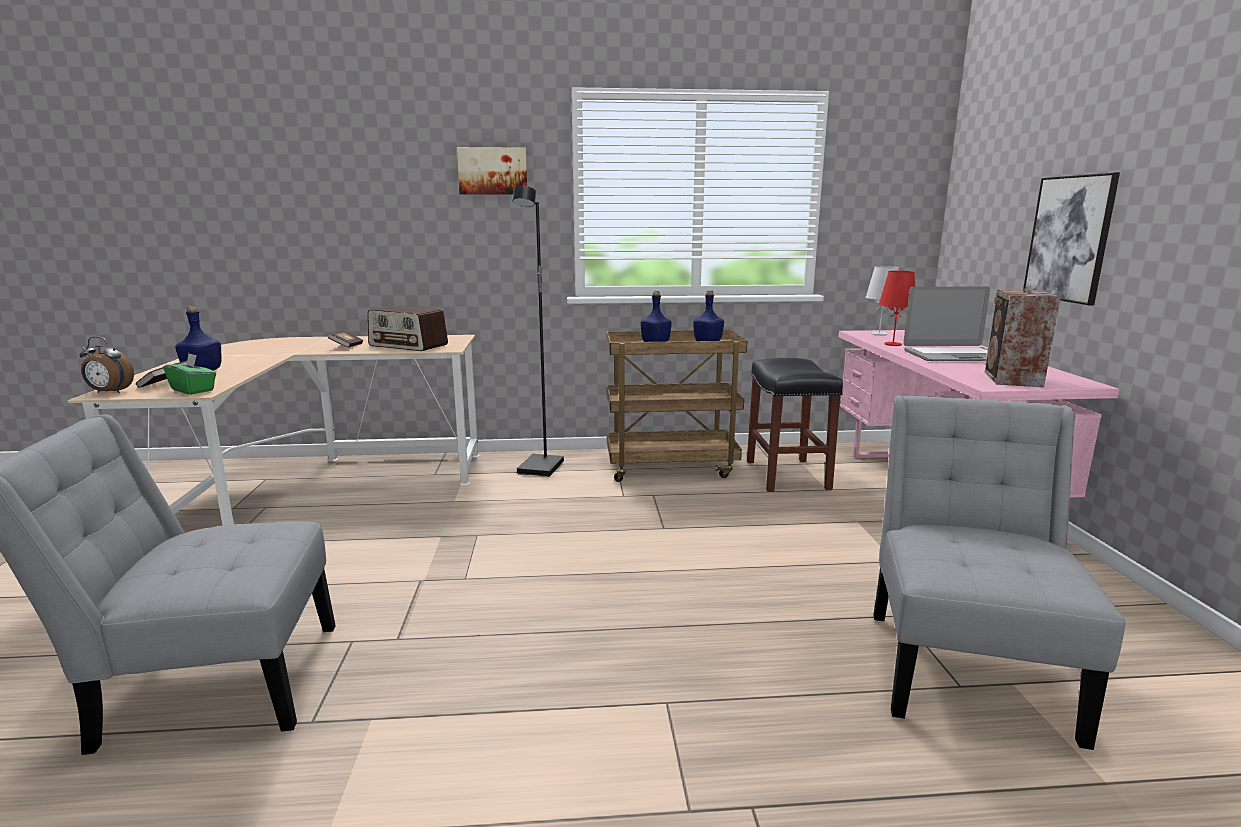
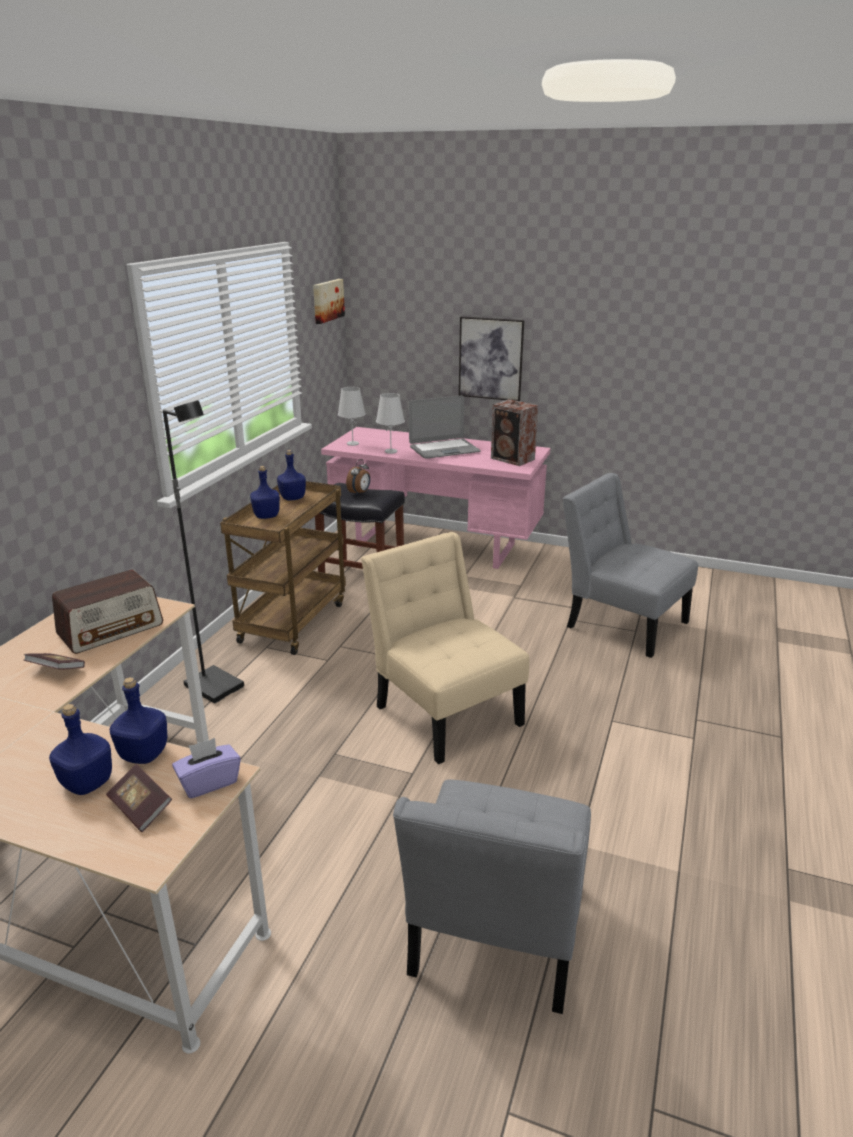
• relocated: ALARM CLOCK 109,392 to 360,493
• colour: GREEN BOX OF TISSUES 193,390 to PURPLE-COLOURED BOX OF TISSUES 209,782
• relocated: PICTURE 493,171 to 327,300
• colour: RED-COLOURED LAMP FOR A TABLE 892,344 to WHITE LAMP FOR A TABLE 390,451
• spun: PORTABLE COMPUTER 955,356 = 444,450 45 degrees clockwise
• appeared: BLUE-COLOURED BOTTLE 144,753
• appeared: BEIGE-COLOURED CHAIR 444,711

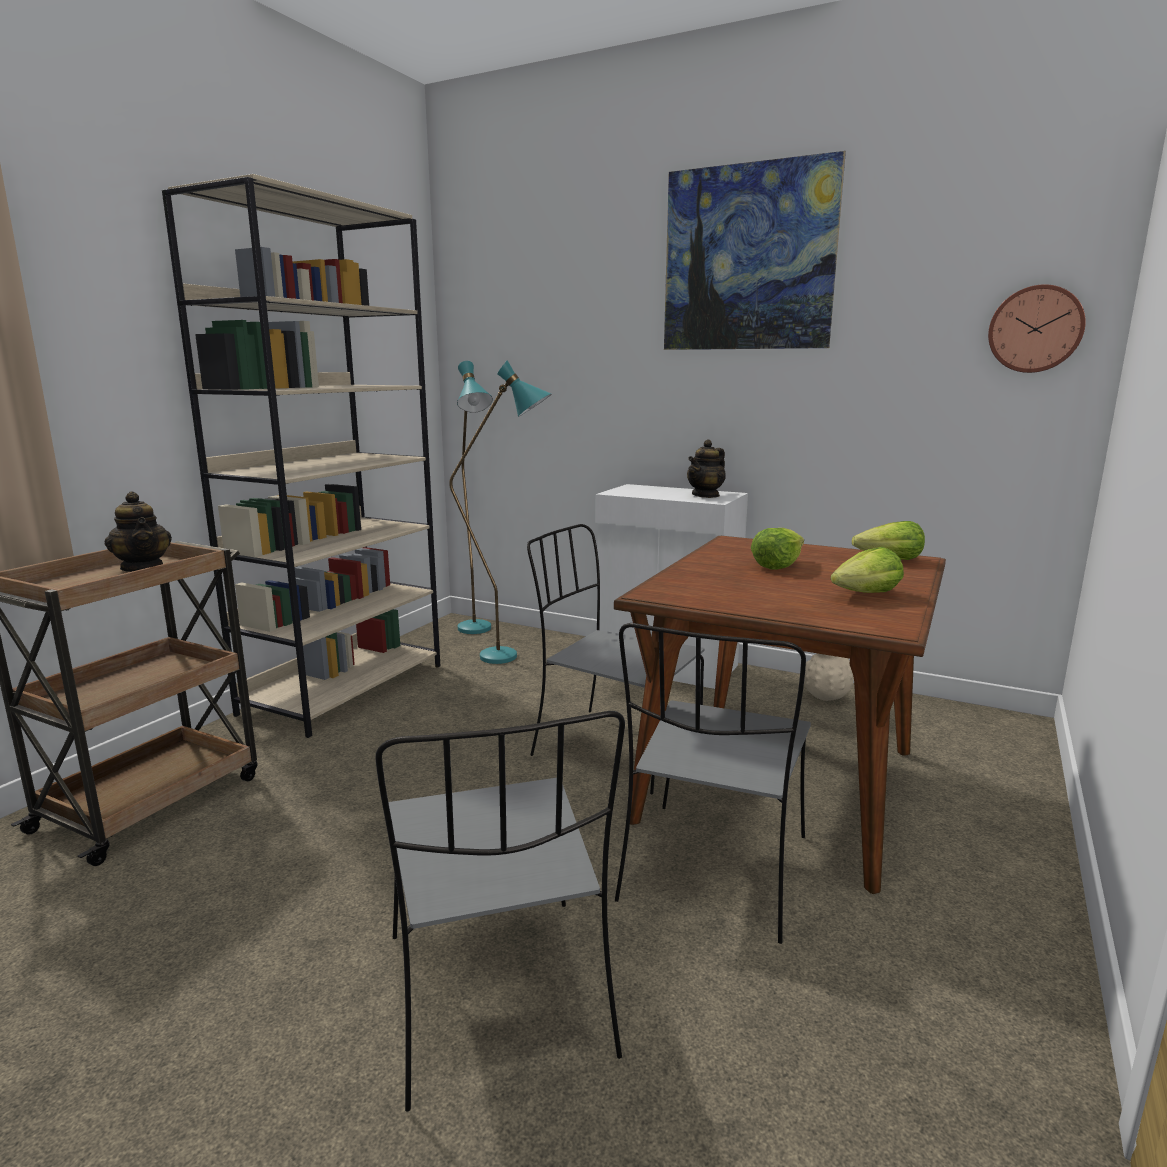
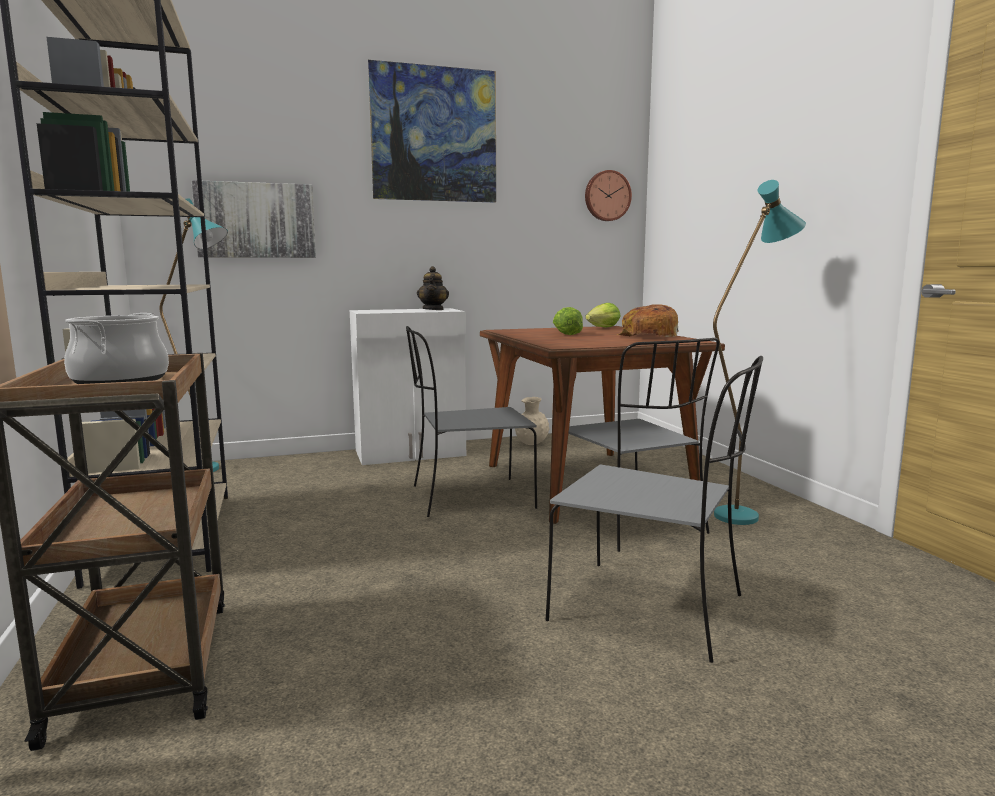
• exchanged: TEA POT 144,568 to SAUCEPOT 119,380
• relocated: TURQUOISE STANDING LAMP 512,657 to 744,513
• exchanged: LETTUCE HEAD 866,595 to BAKERY BREAD 645,336
• appeared: PICTURE 256,220

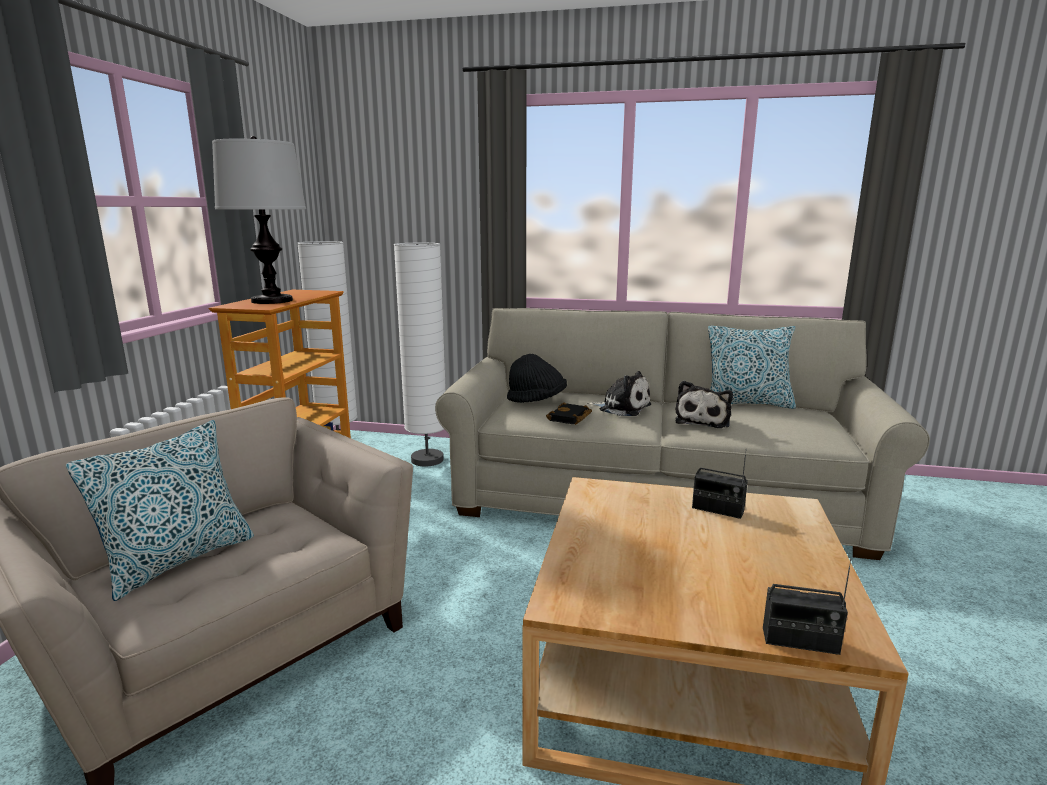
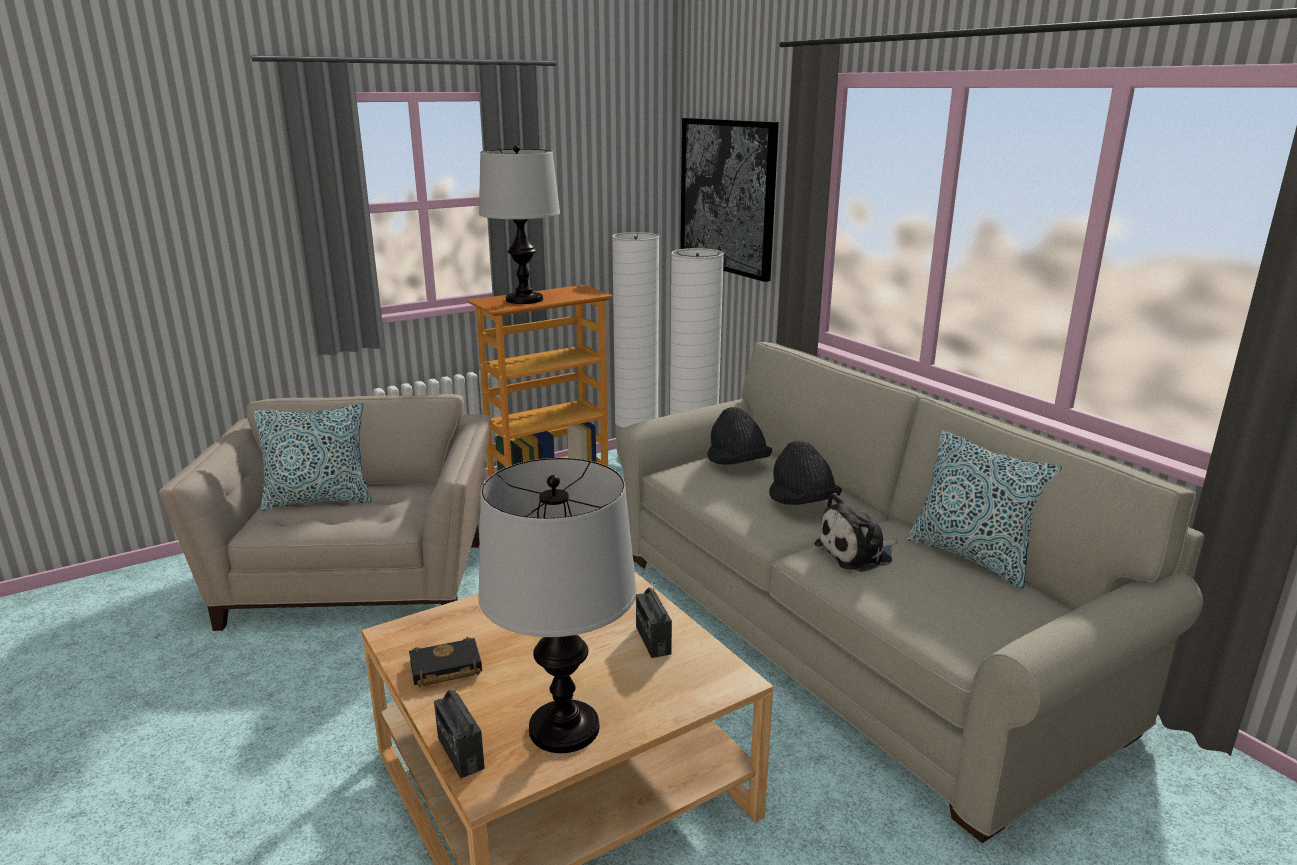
• relocated: BLACKISH VOLUME 570,418 to 444,669
• exchanged: SOFT TOY 622,408 to BLACKISH CLOTHING HAT 802,503
• appeared: LAMP FOR A TABLE 563,728
• appeared: PICTURE 727,196

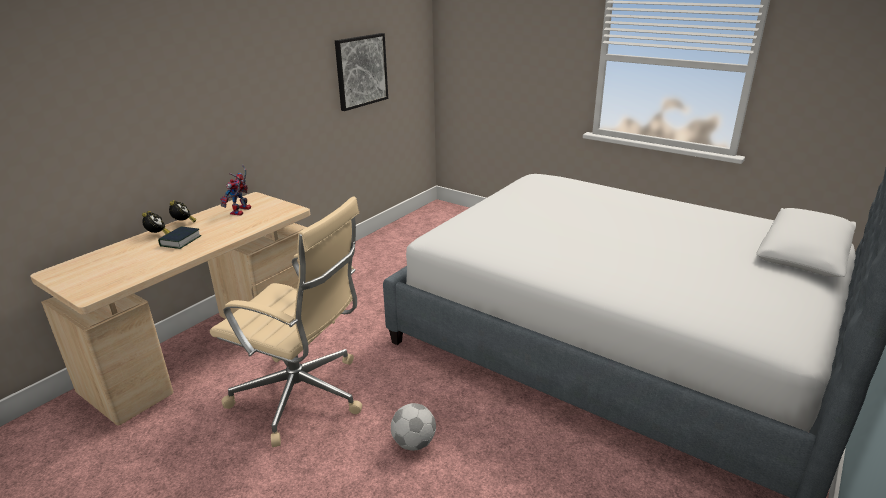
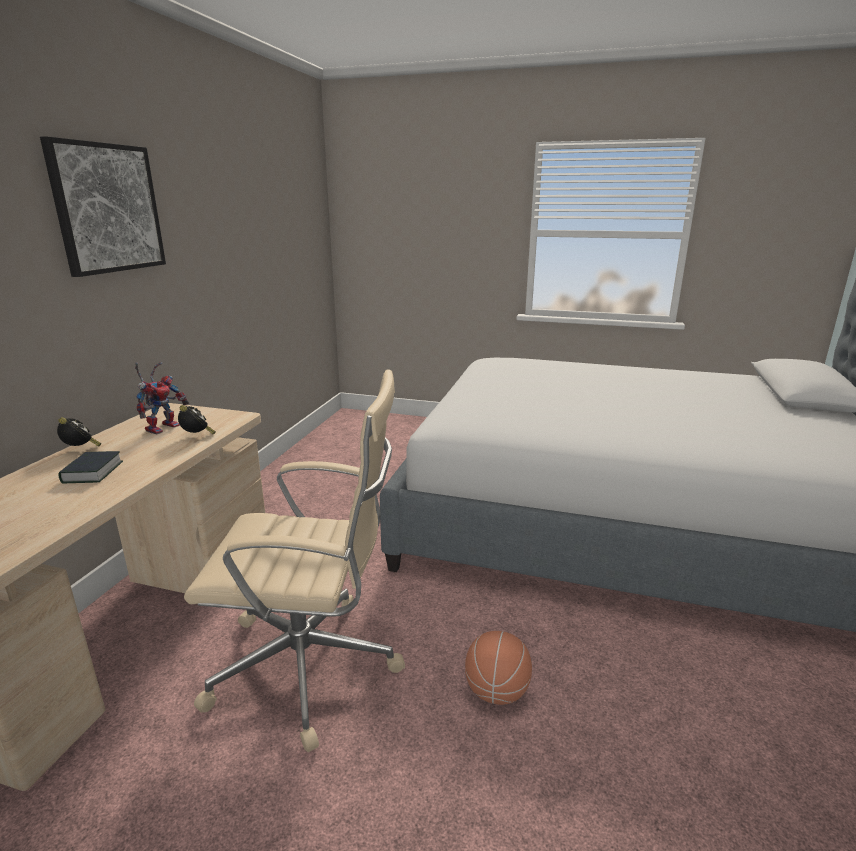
• relocated: ALARM CLOCK 158,235 to 197,436
• spun: ROBOT FIGURE 241,212 = 163,427 150 degrees counterclockwise
• relocated: PICTURE 361,71 to 107,208
• exchanged: FOOTBALL BALL 414,443 to BASKETBALL 496,691

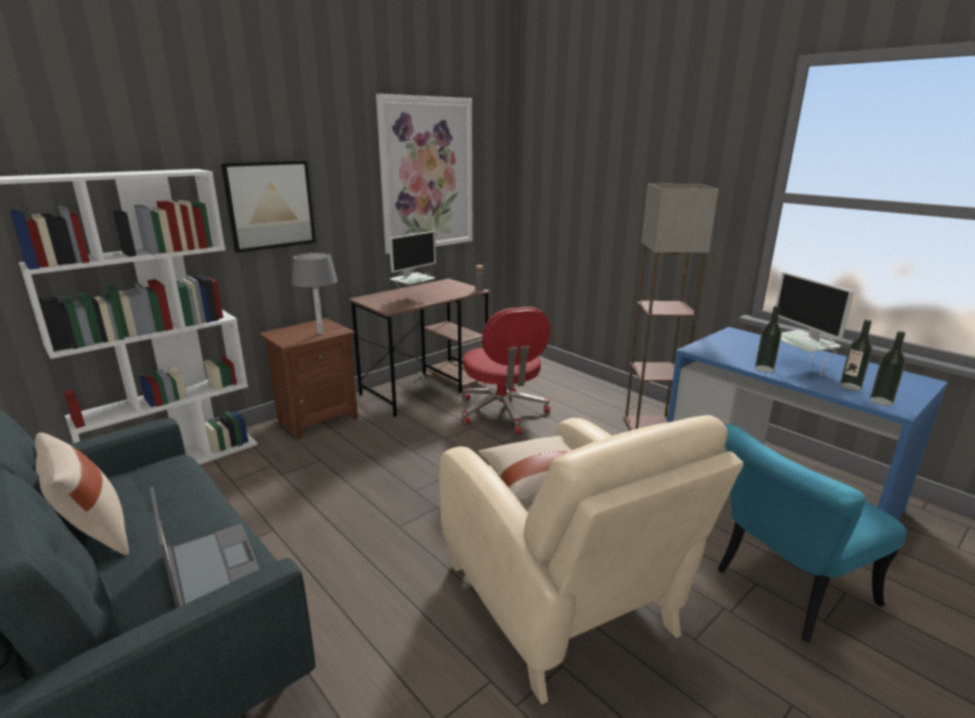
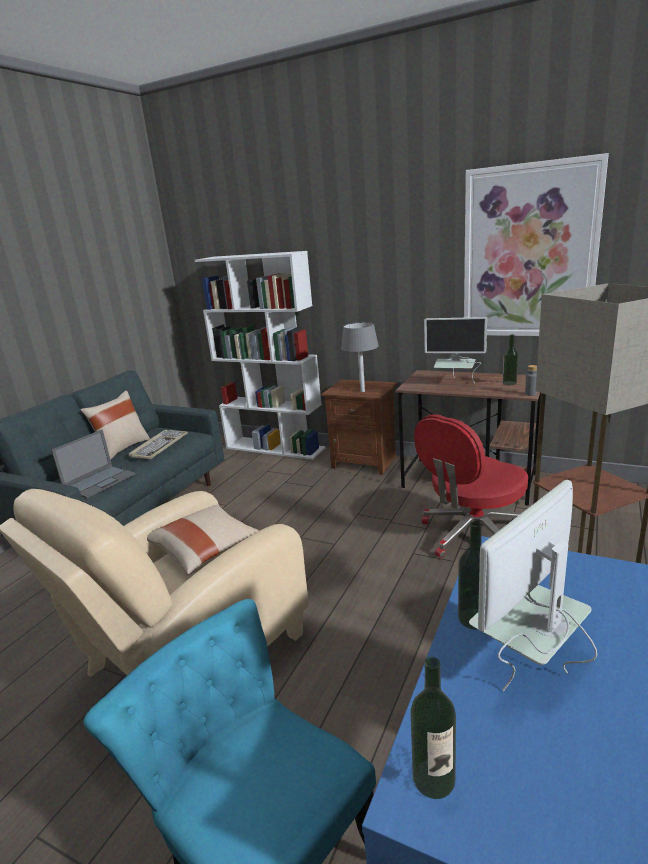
• missing: PICTURE 270,205
• relocated: BOTTLE 850,386 to 509,383
• appeared: PC KEYBOARD 159,446

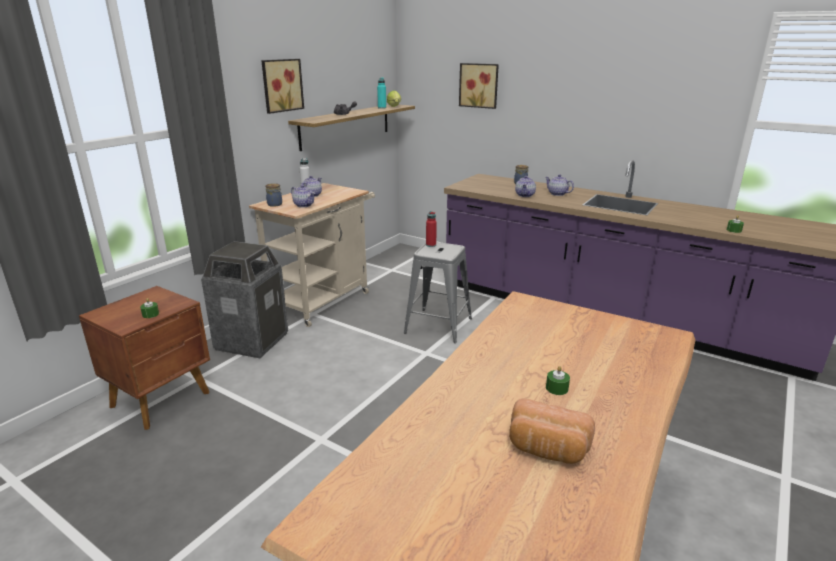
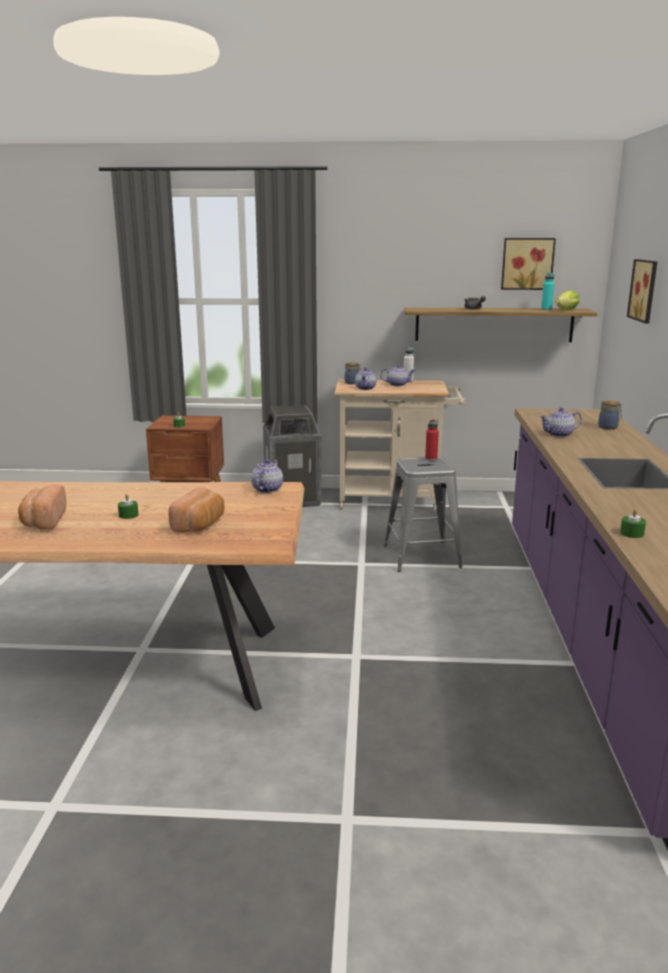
• relocated: PICTURE 281,85 to 527,264
• relocated: TEA POT 557,194 to 267,489
• appeared: BAKERY BREAD 200,525

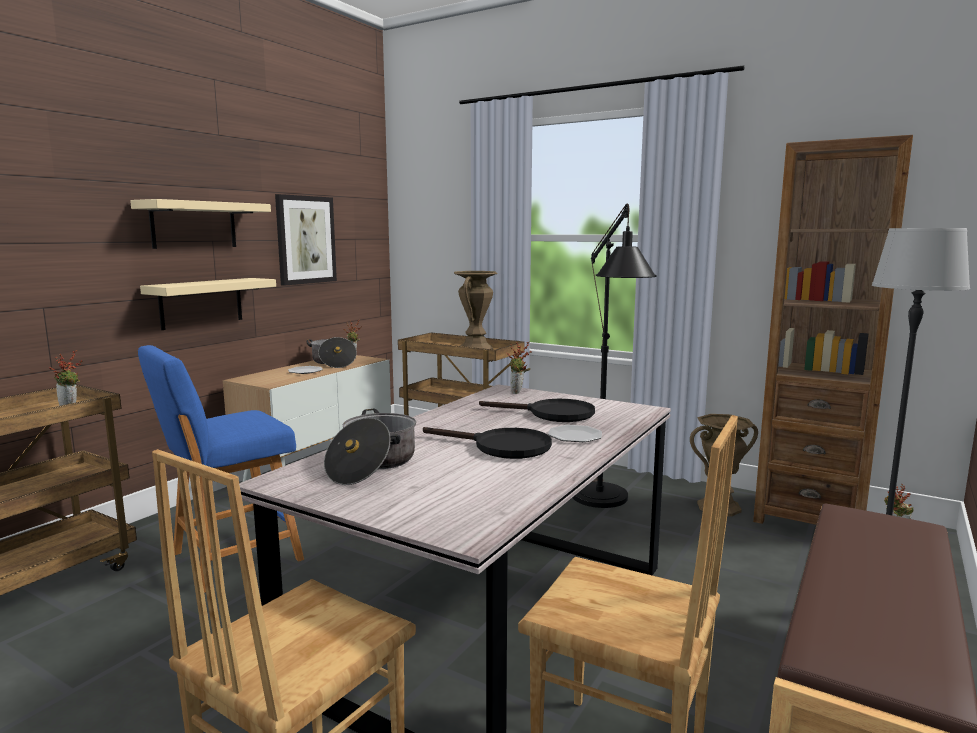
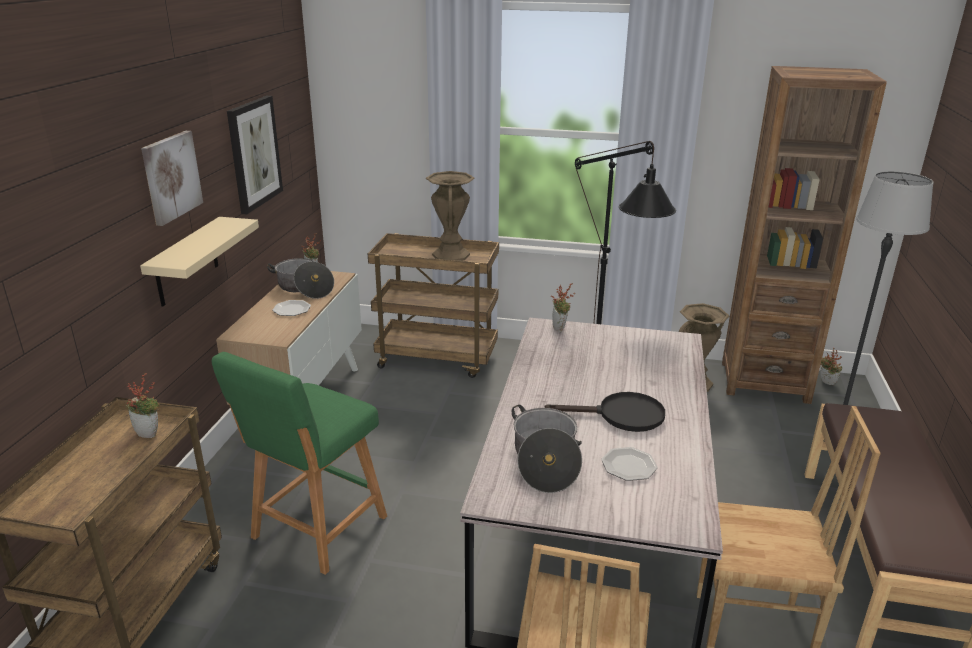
• exchanged: BEIGE-COLOURED SHELF 194,225 to PICTURE 171,177
• colour: BLUE-COLOURED STOOL 230,558 to GREEN STOOL 315,531
• missing: BLACKISH FRYING PAN 552,414
• relocated: FLAT DISH 575,436 to 629,466

